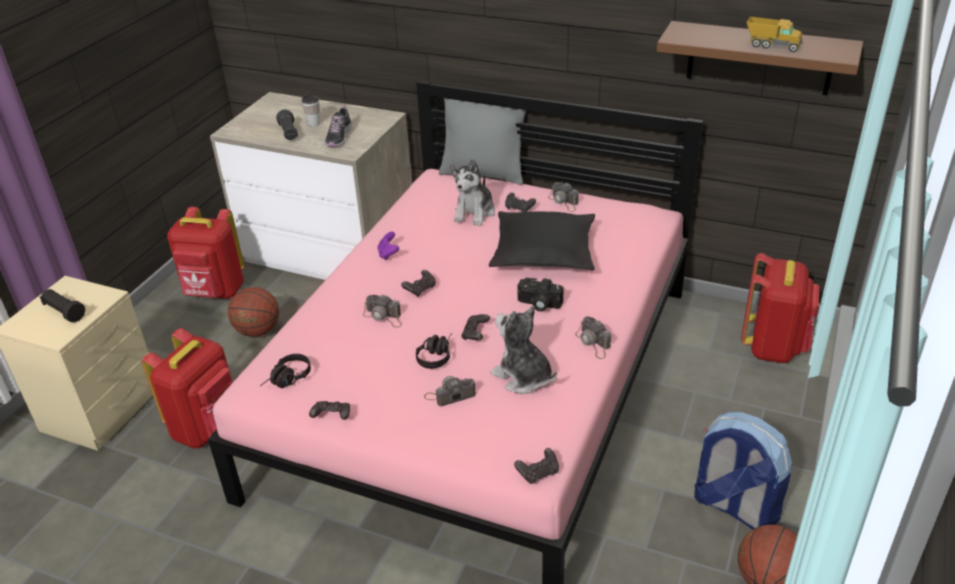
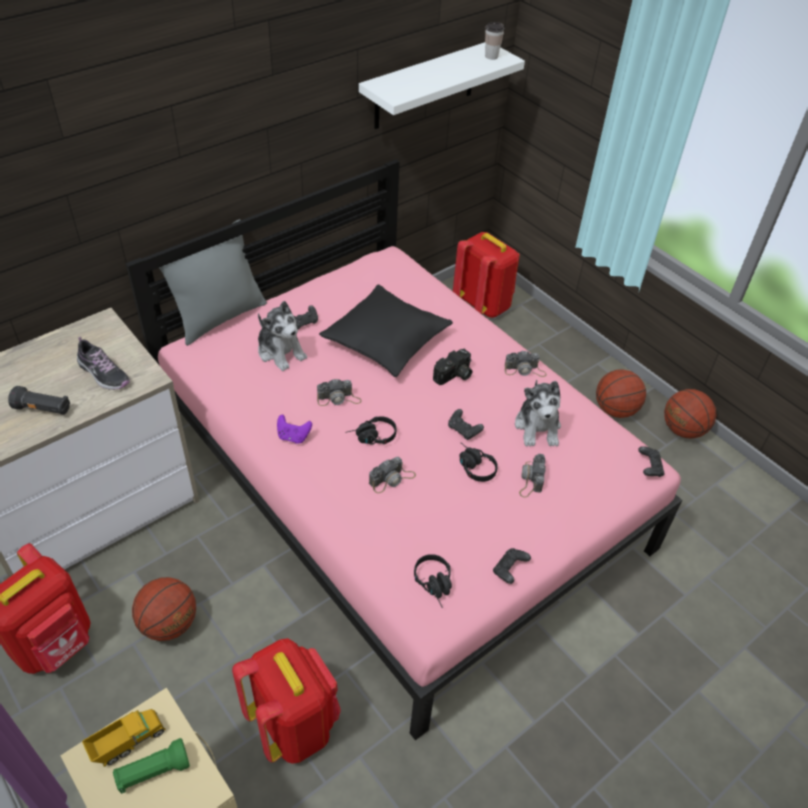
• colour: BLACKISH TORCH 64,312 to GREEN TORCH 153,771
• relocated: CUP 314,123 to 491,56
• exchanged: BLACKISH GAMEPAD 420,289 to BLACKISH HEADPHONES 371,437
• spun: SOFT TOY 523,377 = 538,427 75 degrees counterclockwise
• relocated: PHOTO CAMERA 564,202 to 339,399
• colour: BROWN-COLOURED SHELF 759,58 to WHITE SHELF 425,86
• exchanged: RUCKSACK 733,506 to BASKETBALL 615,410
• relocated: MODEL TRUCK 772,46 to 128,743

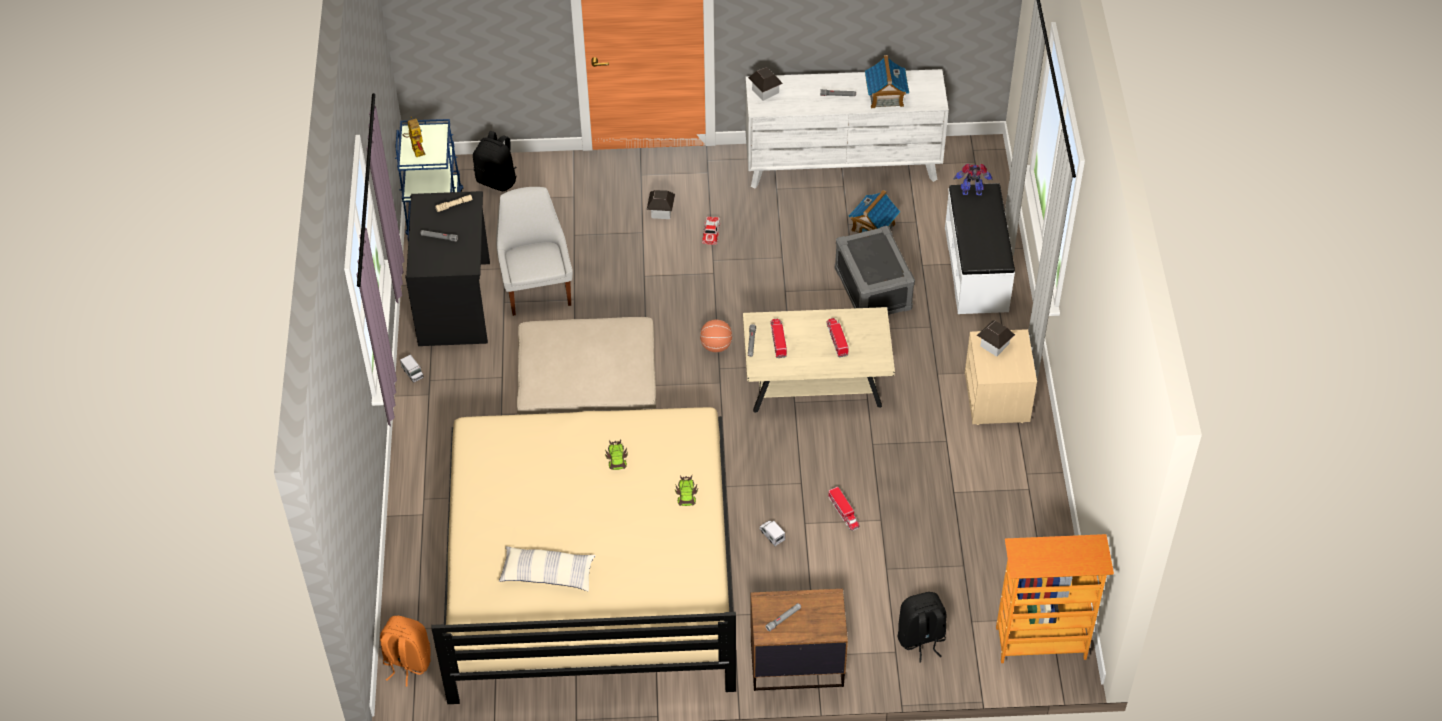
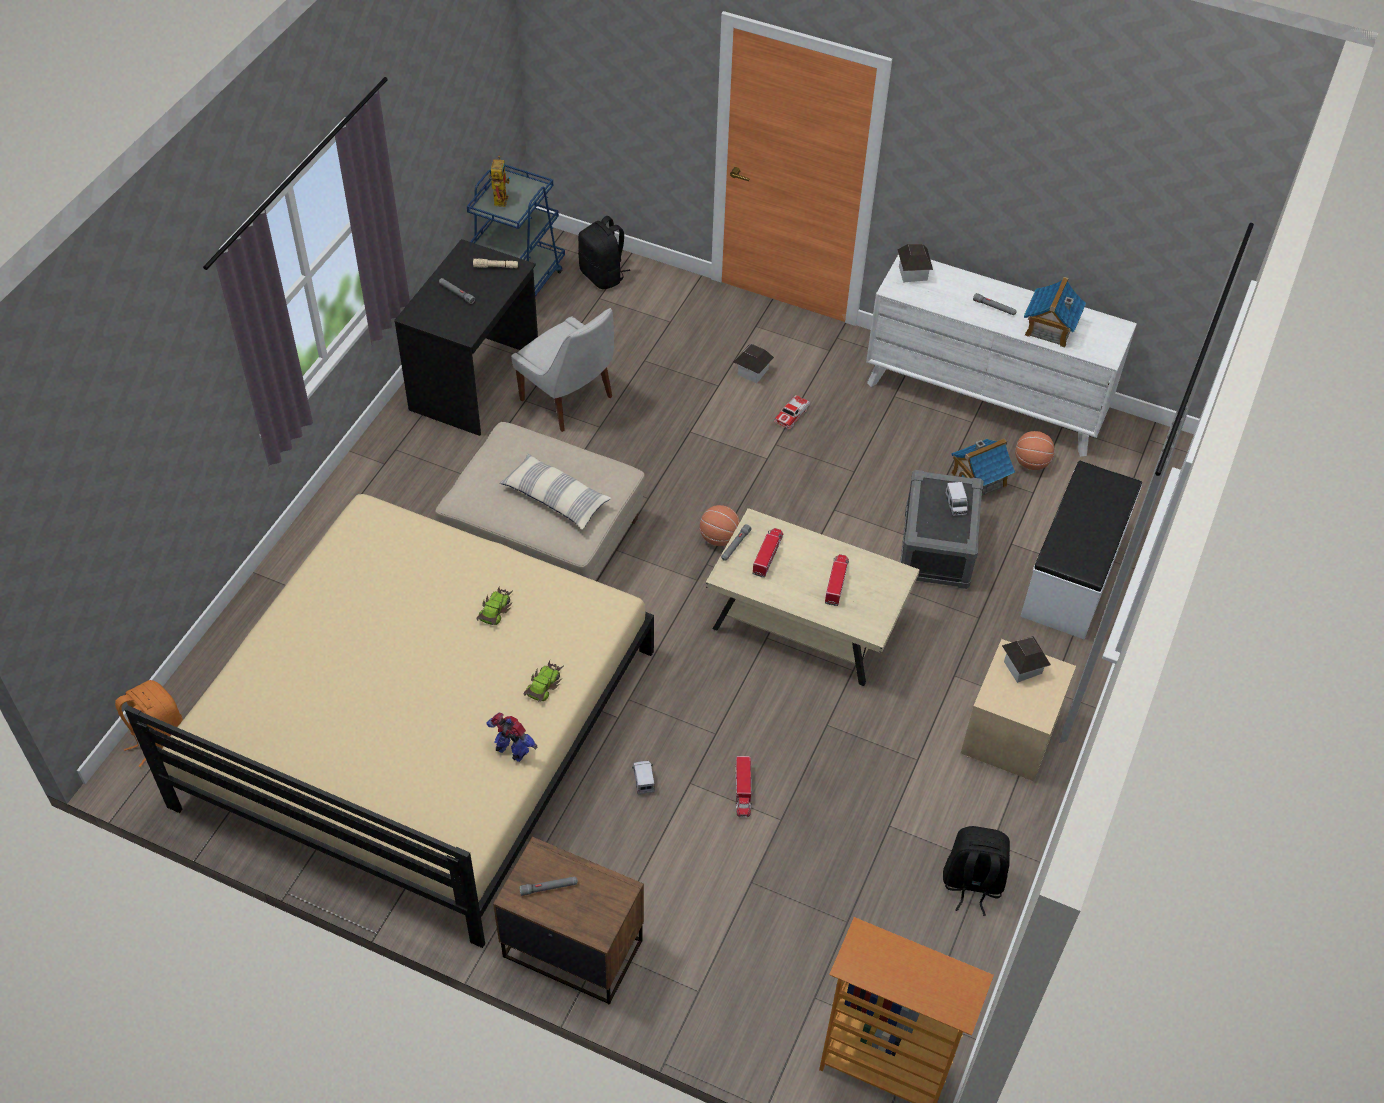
• relocated: MODEL TRUCK 412,373 to 955,504
• spun: WHITE CHAIR 537,288 = 569,400 120 degrees clockwise
• relocated: CUSHION 547,574 to 555,498
• relocated: BLACKISH RUCKSACK 921,639 to 972,884
• relocated: ROBOT FIGURE 972,192 to 512,751
• appeared: BASKETBALL 1031,463

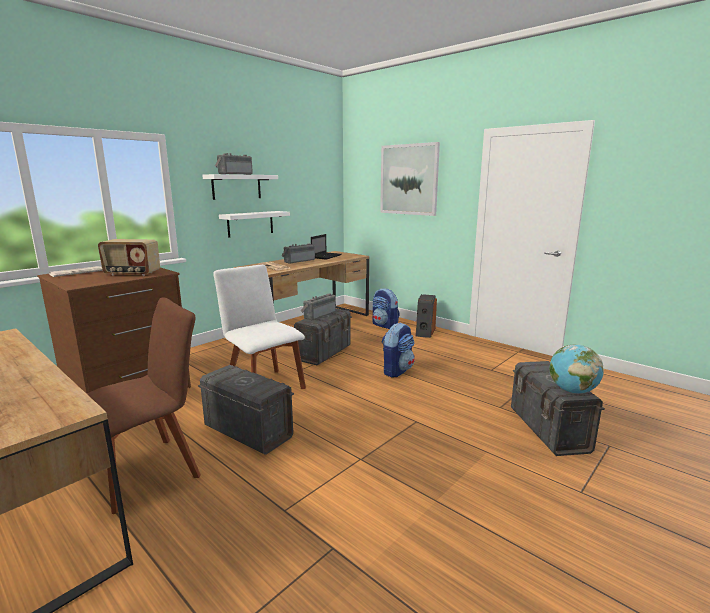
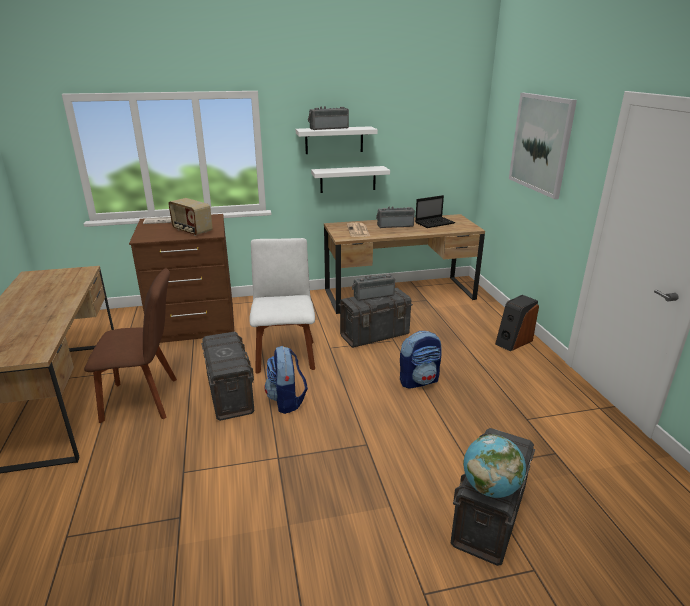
• relocated: RUCKSACK 385,325 to 287,401

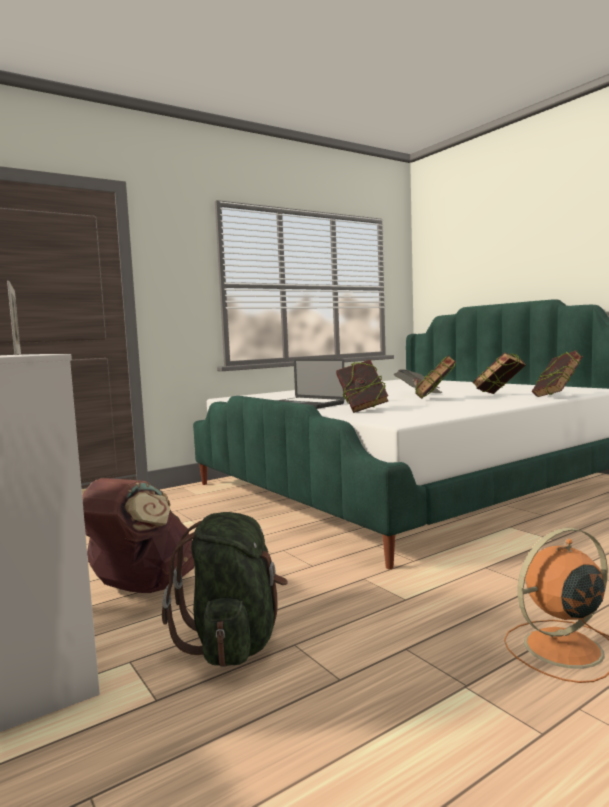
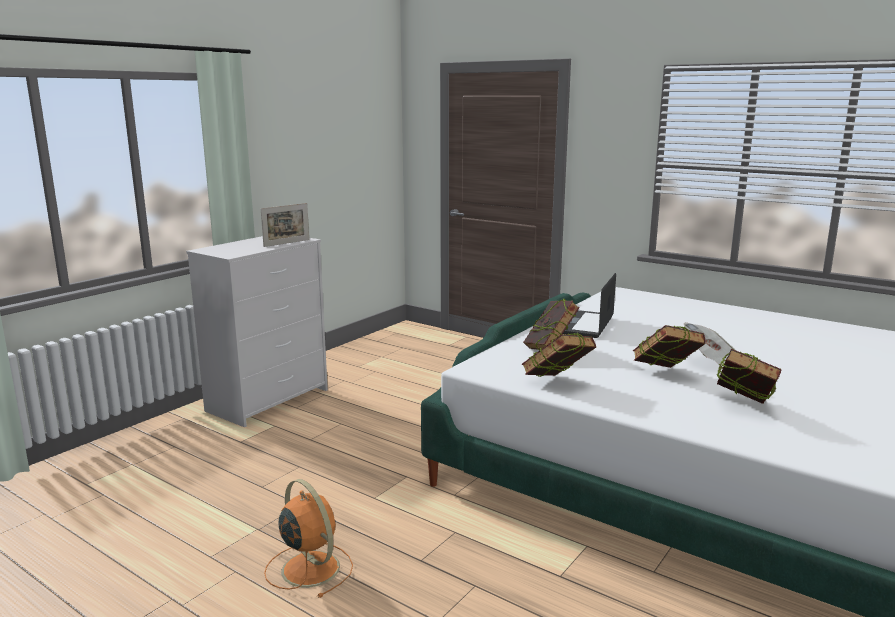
• missing: BROWN-COLOURED RUCKSACK 140,588
• missing: GREEN RUCKSACK 234,643
• relocated: VOLUME 556,397 to 557,384

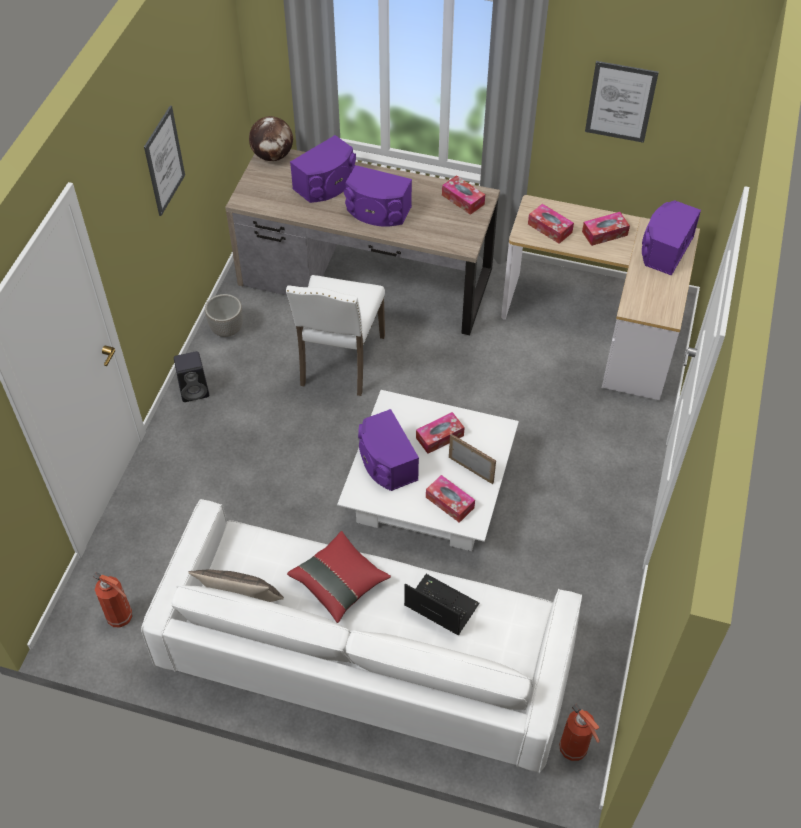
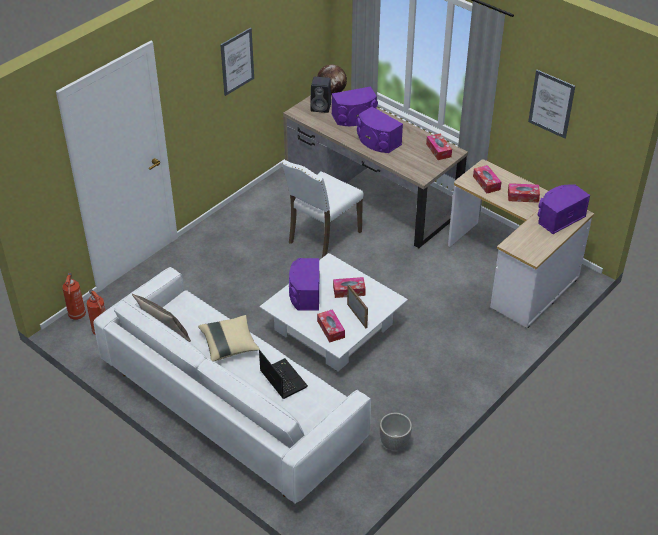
• relocated: BLACKISH LOUDSPEAKER 195,390 to 321,107
• relocated: FLOWER POT 227,329 to 395,443
• colour: RED-COLOURED CUSHION 339,583 to BEIGE-COLOURED CUSHION 229,345
• relocated: EXTINGUISHER 574,750 to 77,315

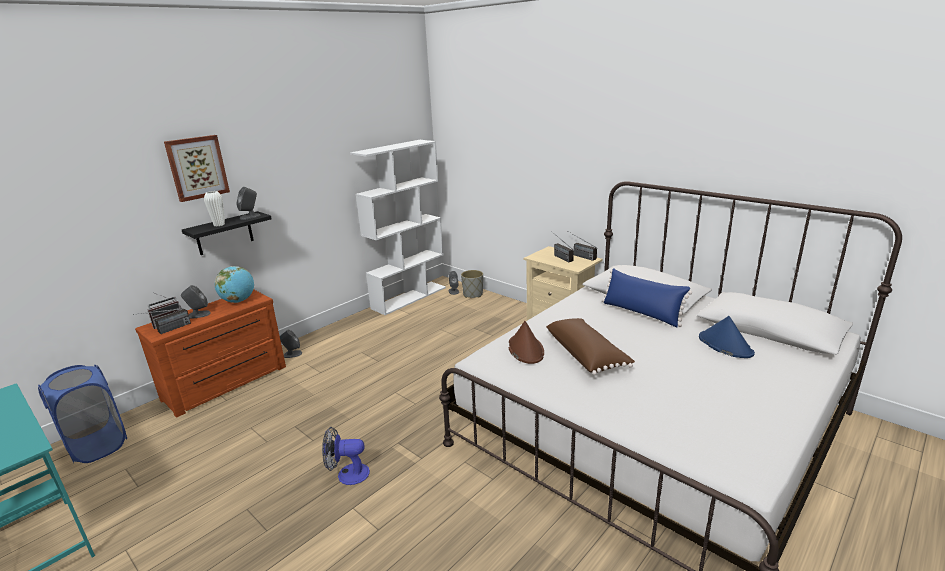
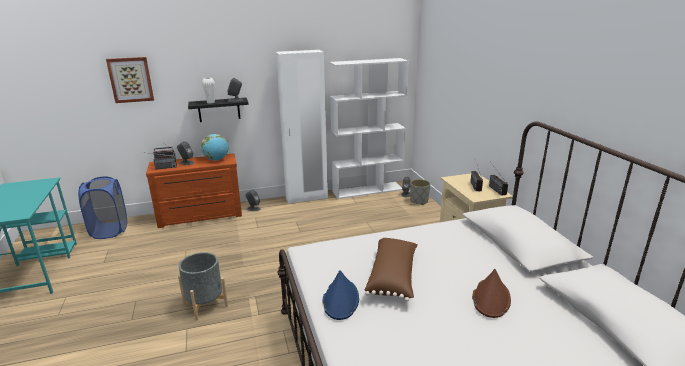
• relocated: PICTURE 197,167 to 131,79
• exchanged: FAN 347,474 to GRAY FLOWER POT 205,304
• relocated: BROWN-COLOURED CLOTHING HAT 525,349 to 491,298
• missing: BLUE-COLOURED CUSHION 641,313
• relocated: BLUE-COLOURED CLOTHING HAT 725,345 to 340,299
• appeared: WHITE WARDROBE 306,198

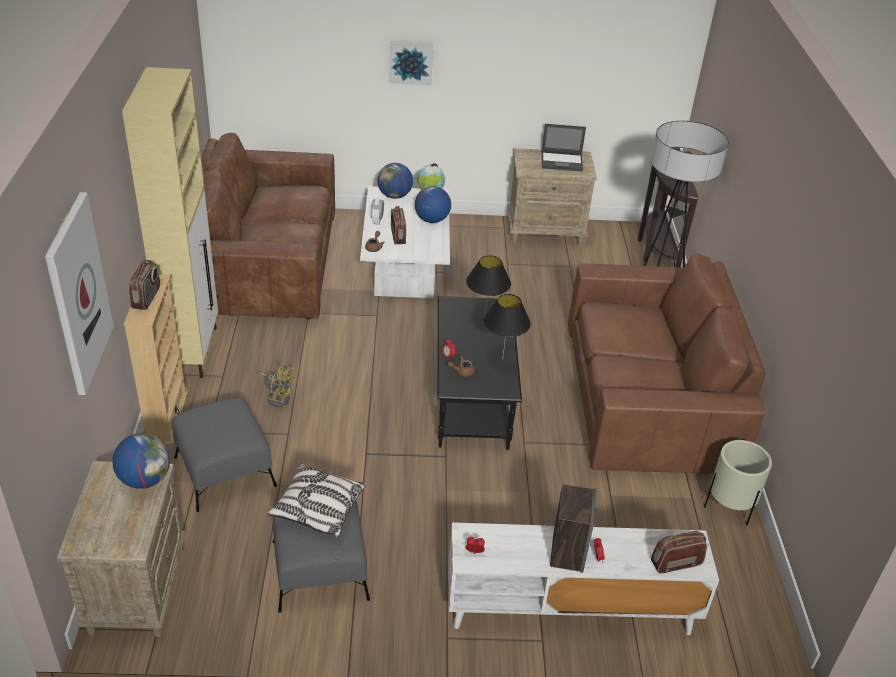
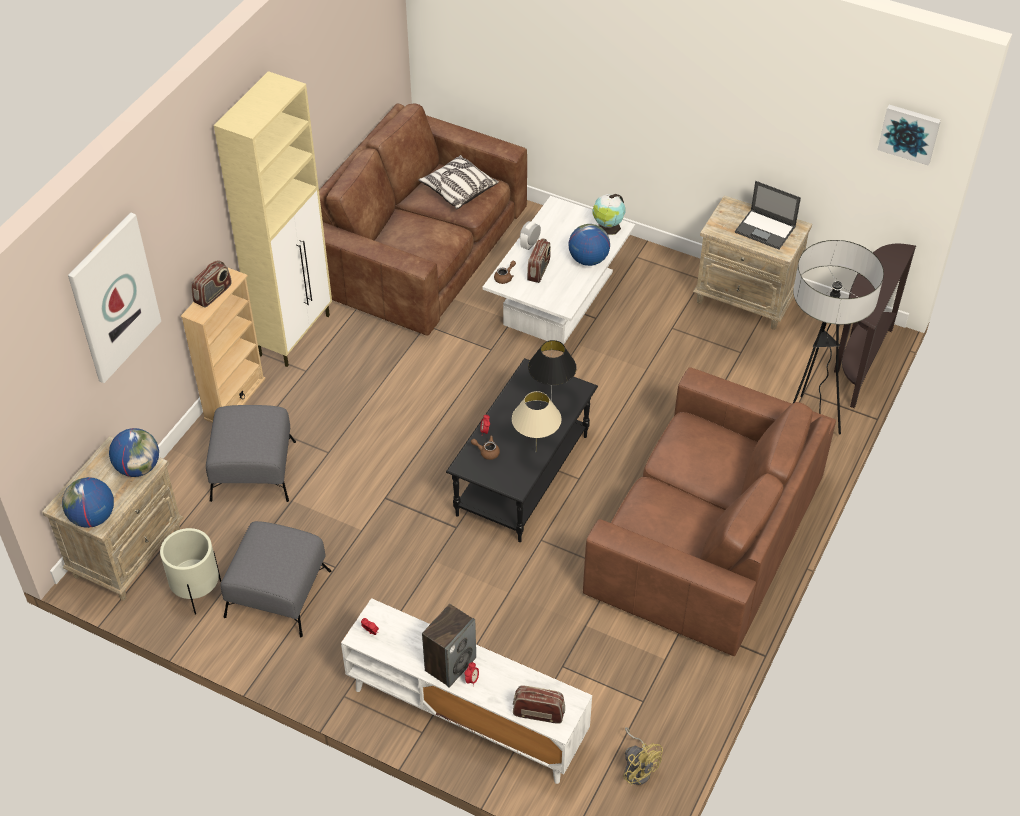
• relocated: YELLOWISH FAN 277,397 to 638,768
• relocated: CUSHION 318,509 to 458,190
• relocated: DESK GLOBE 394,196 to 93,517
• relocated: PICTURE 411,62 to 909,133
• colour: BLACKISH LAMP FOR A TABLE 502,359 to BEIGE-COLOURED LAMP FOR A TABLE 536,452
• relocated: BEIGE-COLOURED FLOWER POT 729,508 to 197,592

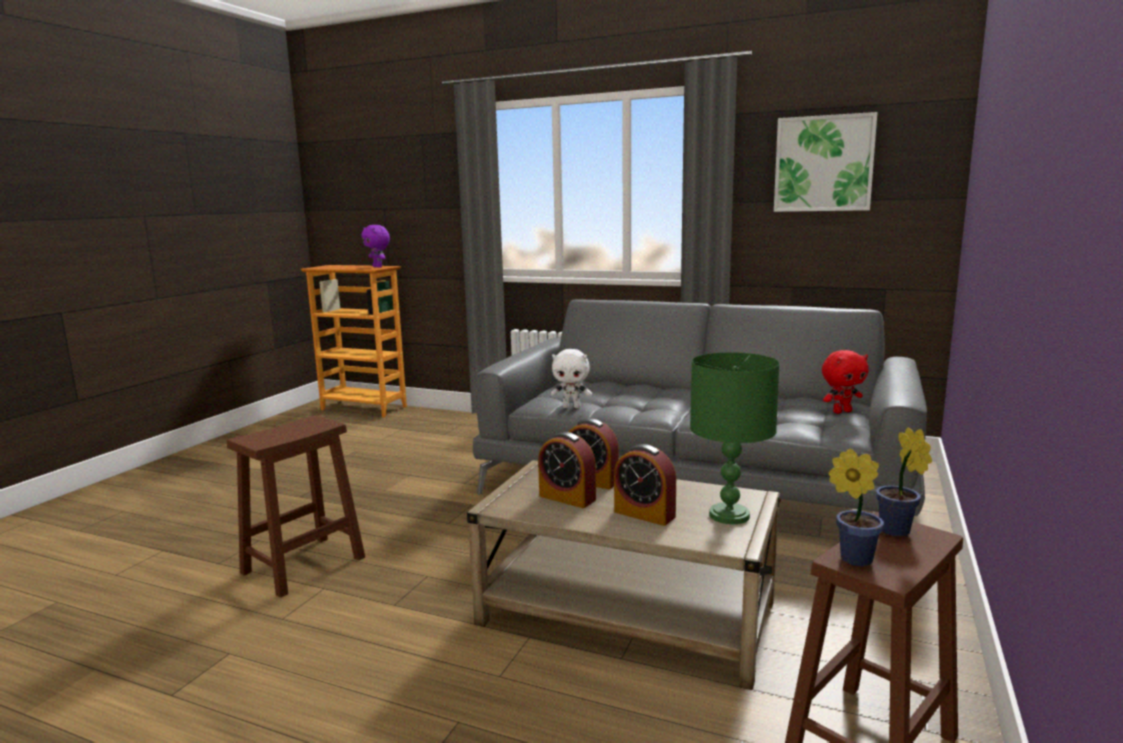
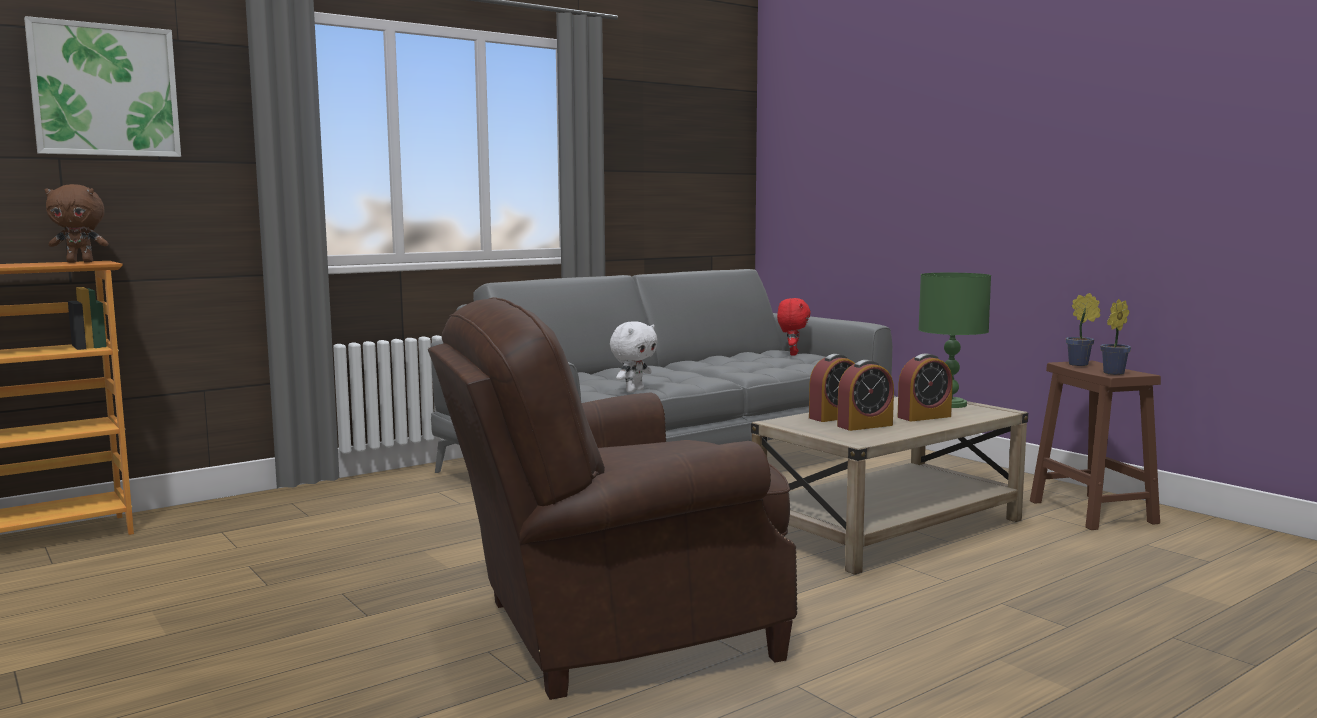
• exchanged: BROWN-COLOURED STOOL 305,564 to BROWN-COLOURED ARMCHAIR 613,630
• colour: PURPLE-COLOURED SOFT TOY 378,267 to BROWN-COLOURED SOFT TOY 81,262
• relocated: PICTURE 823,164 to 105,90

